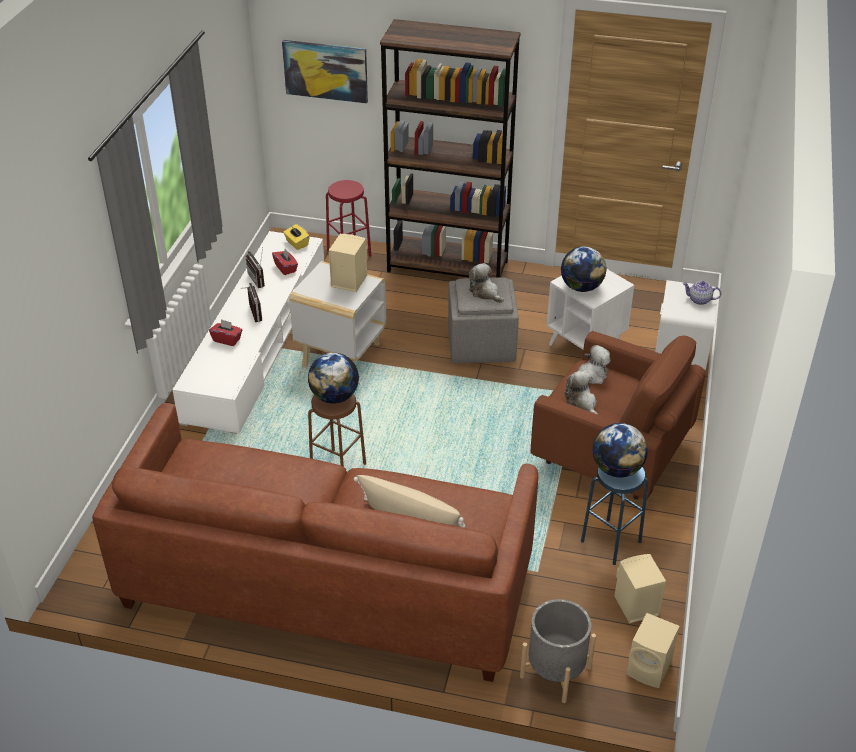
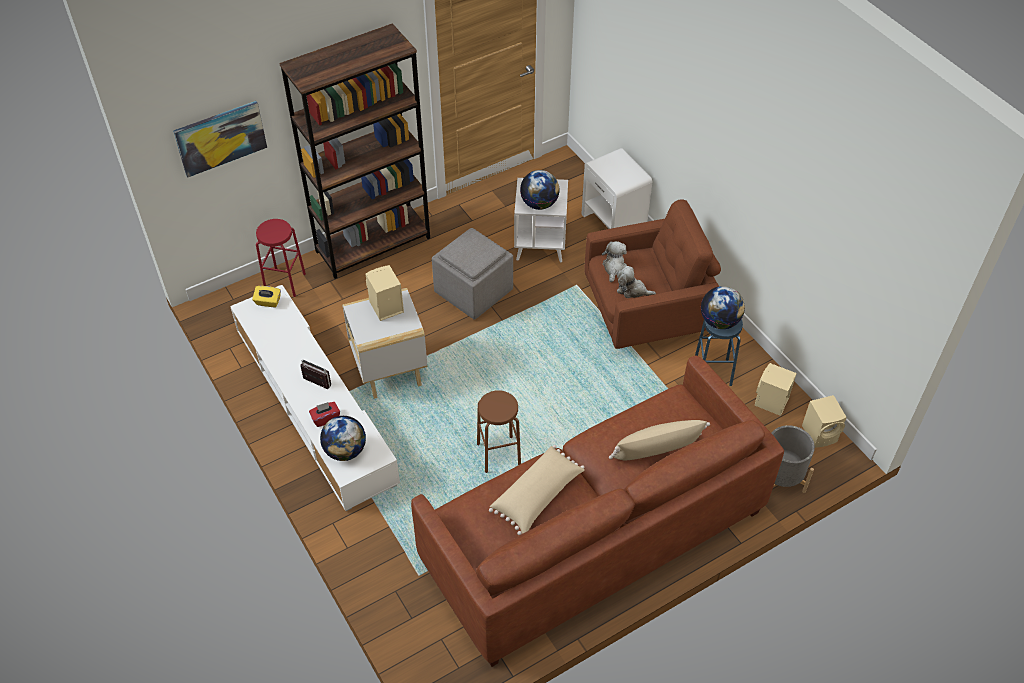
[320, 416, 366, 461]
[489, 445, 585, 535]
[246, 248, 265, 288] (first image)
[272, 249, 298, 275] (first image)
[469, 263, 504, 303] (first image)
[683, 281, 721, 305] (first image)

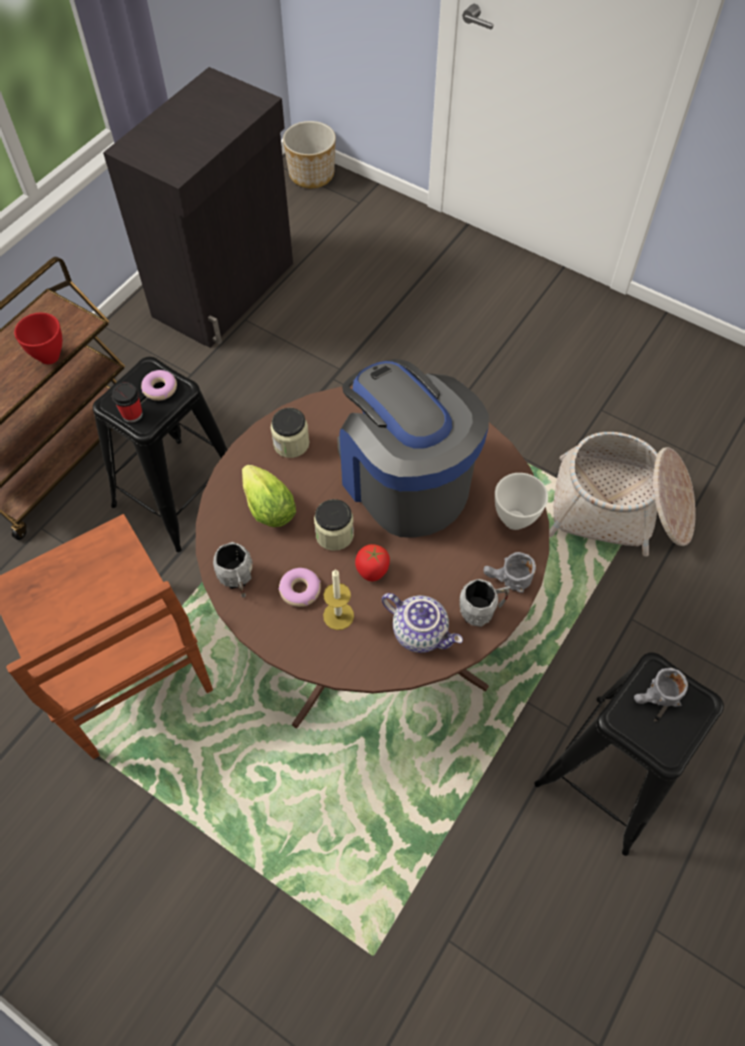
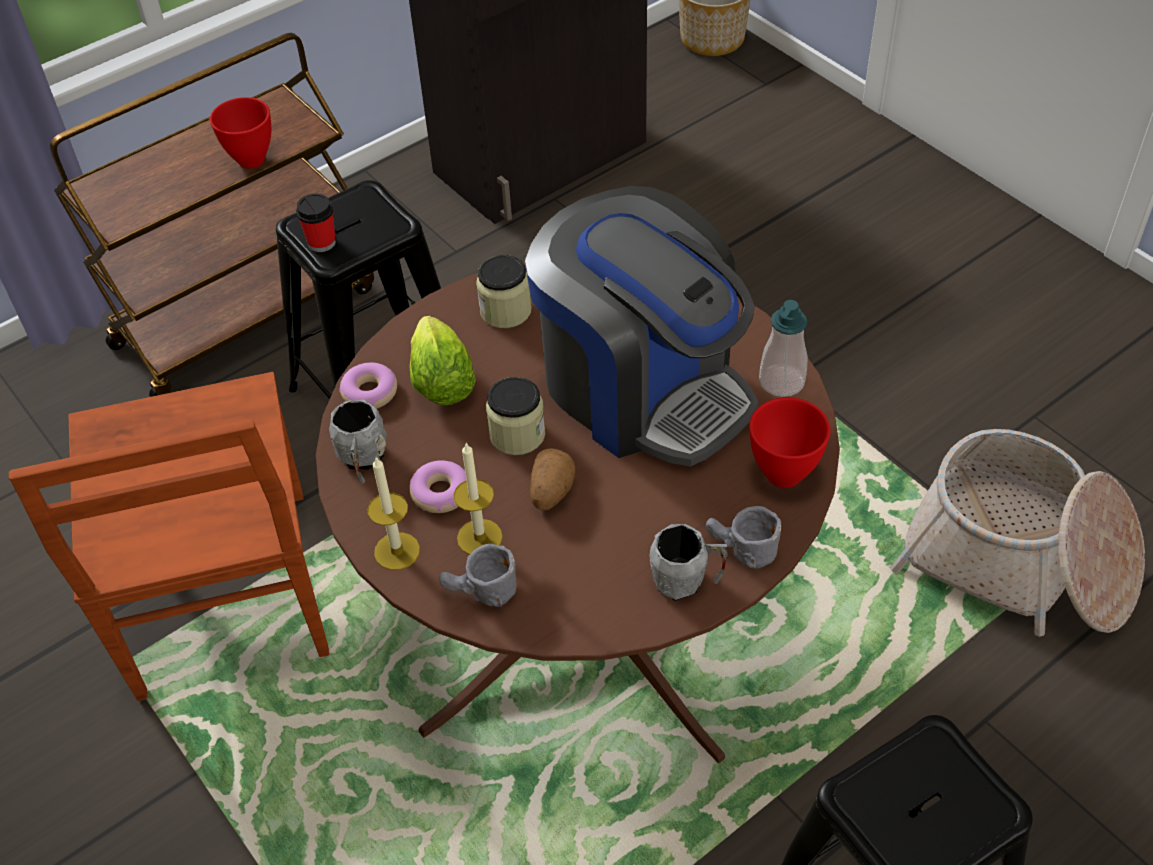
[339, 362, 397, 409]
[367, 457, 420, 570]
[439, 544, 517, 607]
[525, 186, 758, 467]
[530, 448, 575, 511]
[749, 397, 831, 488]
[759, 300, 808, 397]
[381, 593, 463, 653] (first image)

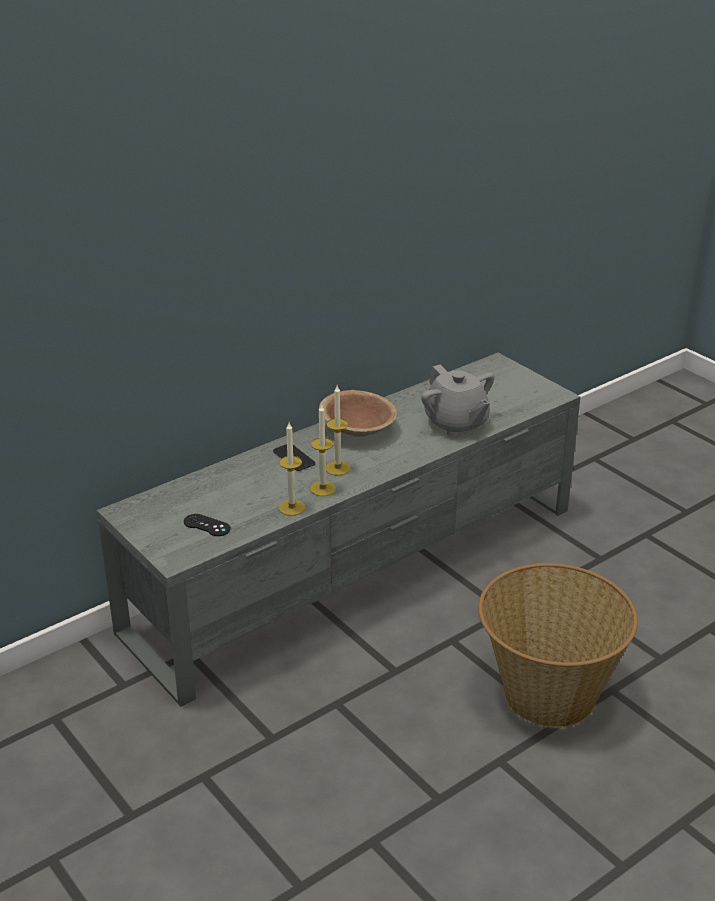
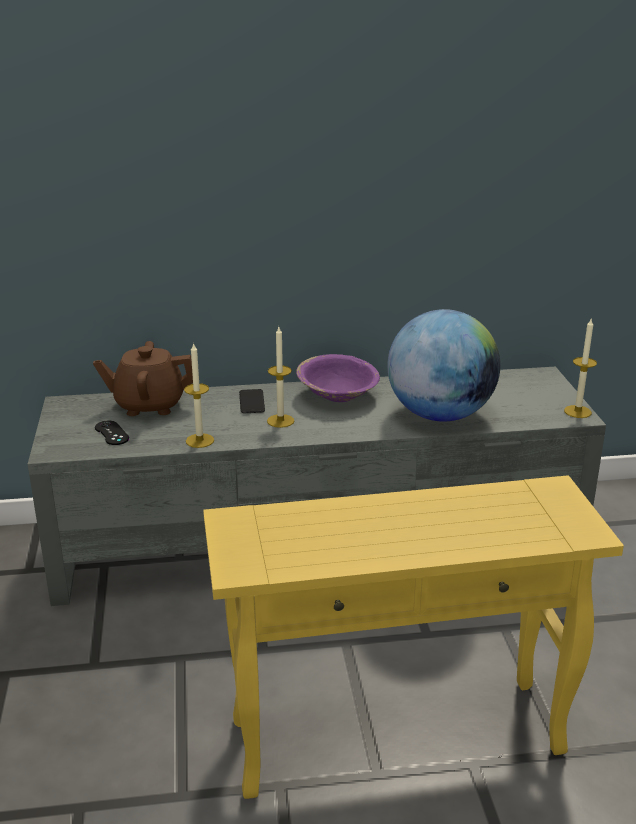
[93, 341, 193, 416]
[203, 475, 624, 799]
[296, 354, 380, 402]
[387, 309, 500, 422]
[564, 319, 597, 418]

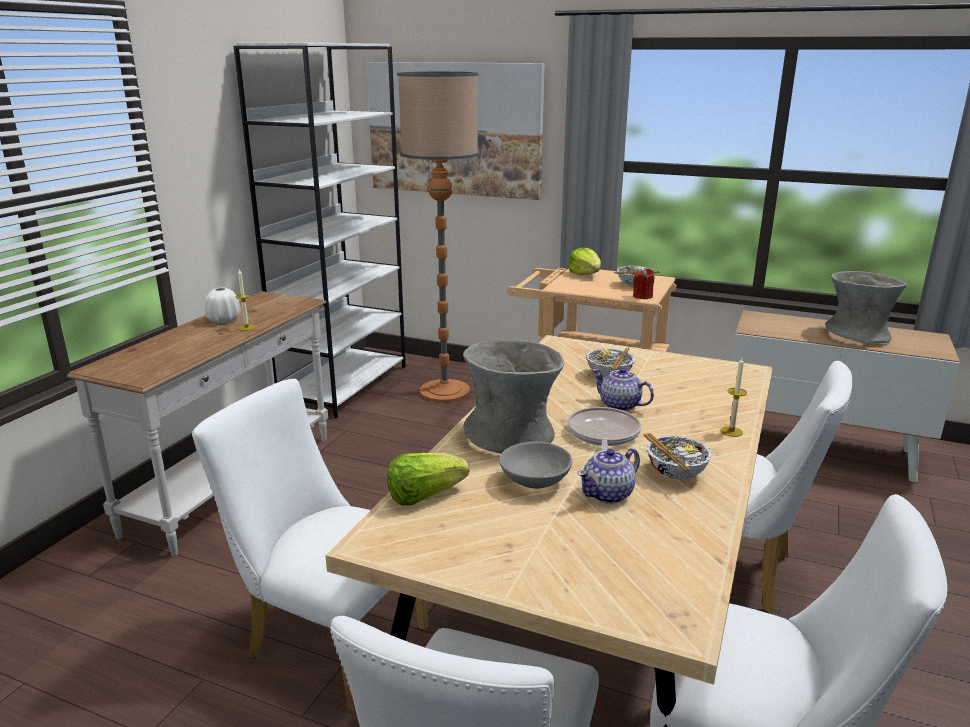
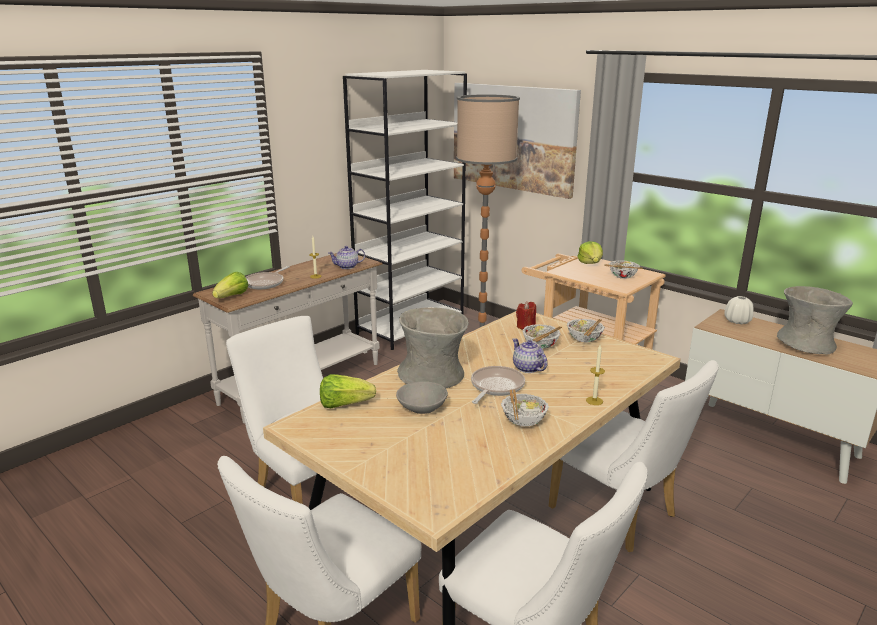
[212, 272, 248, 298]
[246, 266, 290, 289]
[328, 246, 365, 269]
[516, 302, 536, 330]
[567, 319, 605, 343]
[724, 296, 753, 324]

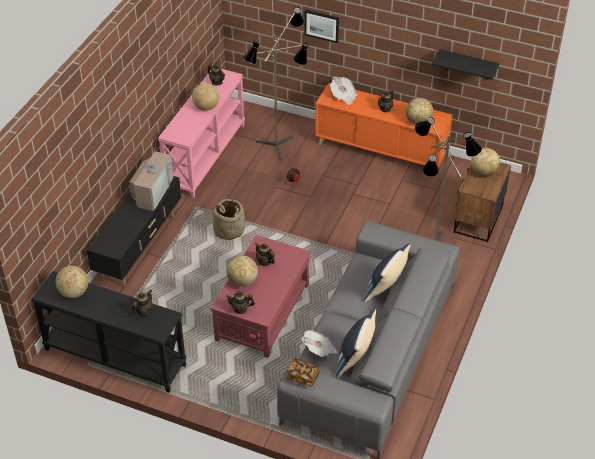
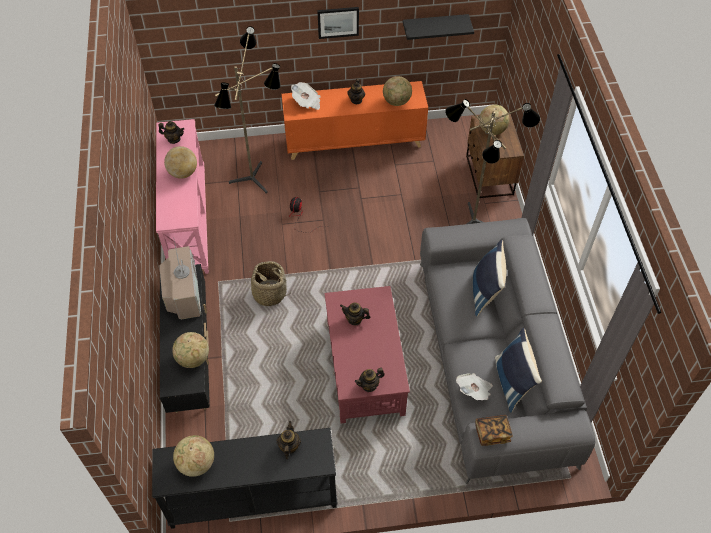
[172, 332, 209, 368]
[317, 7, 359, 39]

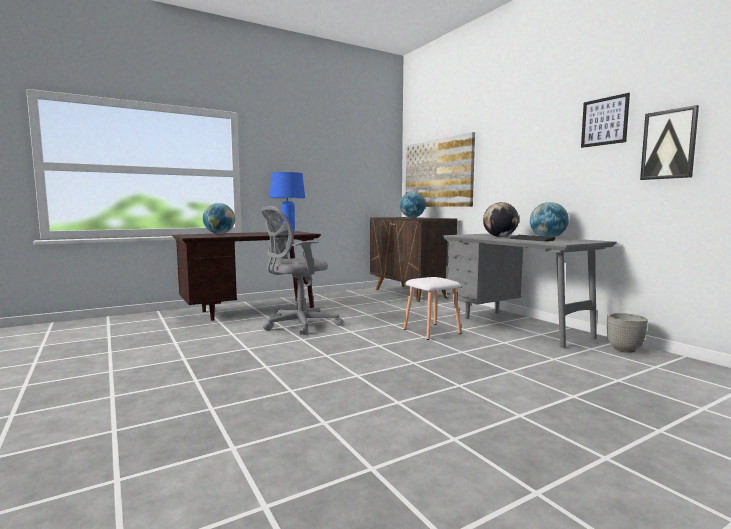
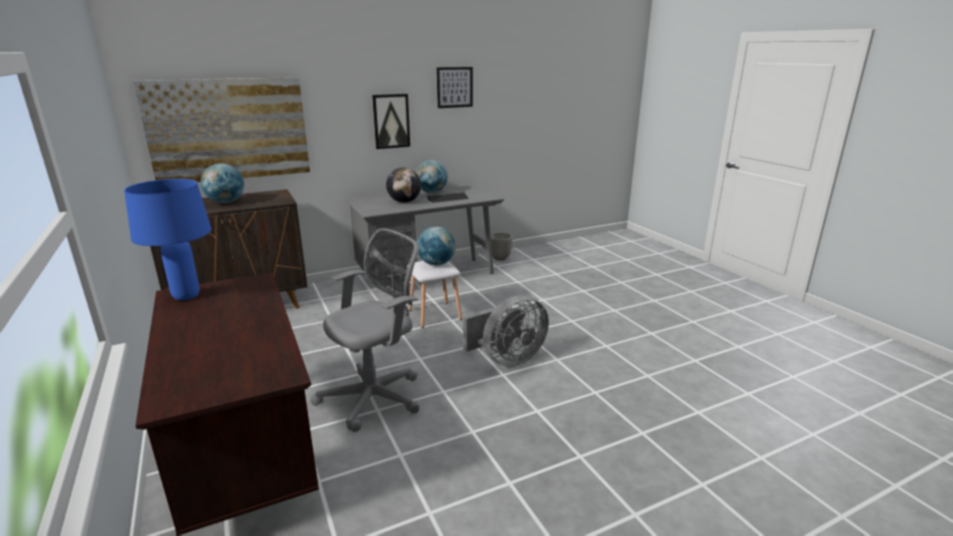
[310, 228, 419, 432]
[372, 94, 410, 149]
[417, 227, 456, 265]
[463, 295, 549, 366]

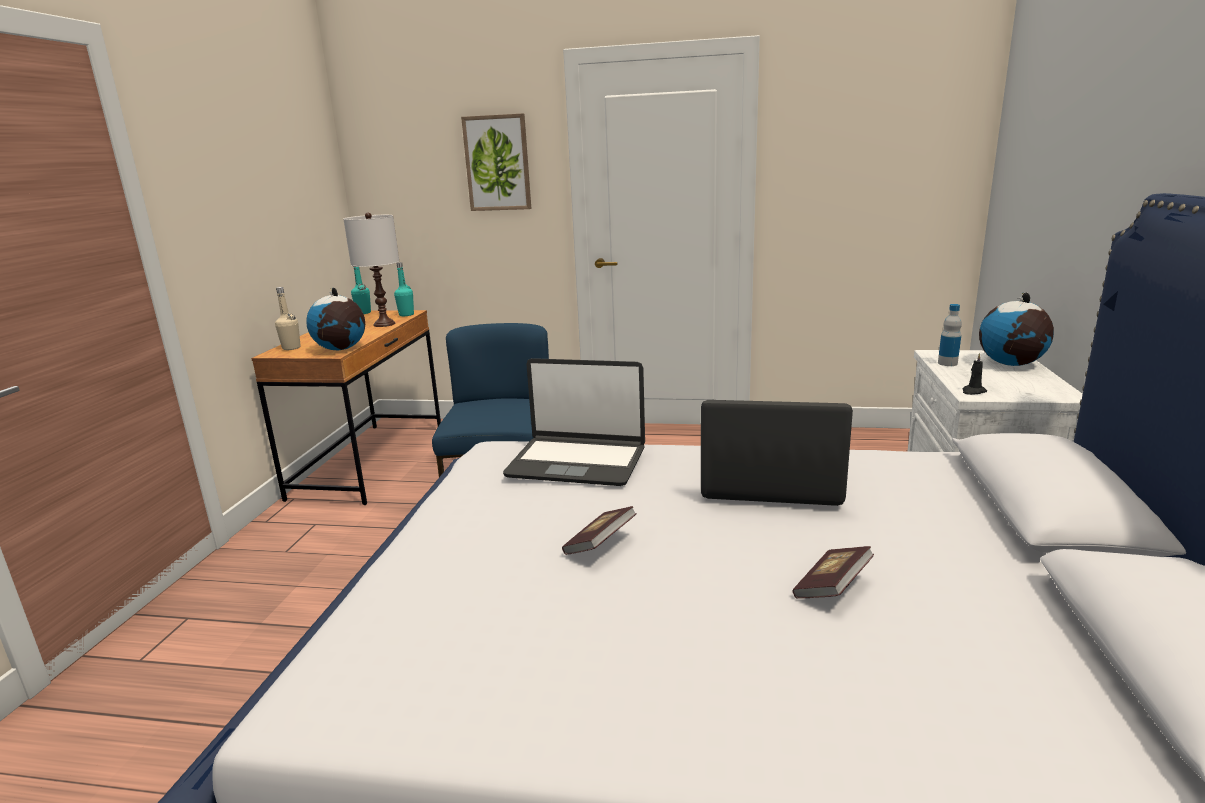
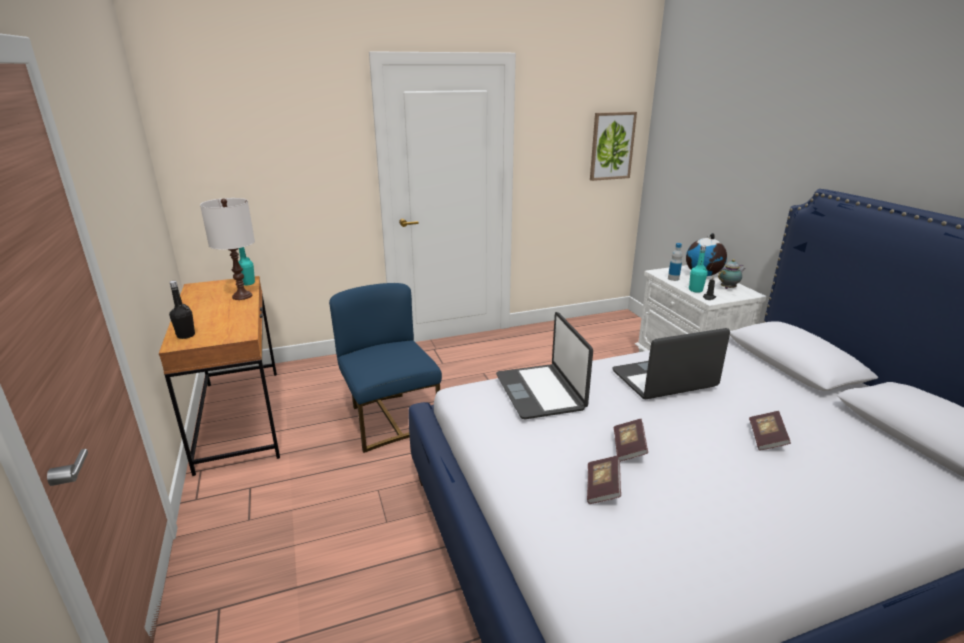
[169, 281, 195, 339]
[496, 312, 593, 419]
[587, 456, 621, 504]
[590, 112, 637, 181]
[689, 245, 708, 293]
[718, 259, 746, 289]
[307, 288, 365, 350] (first image)

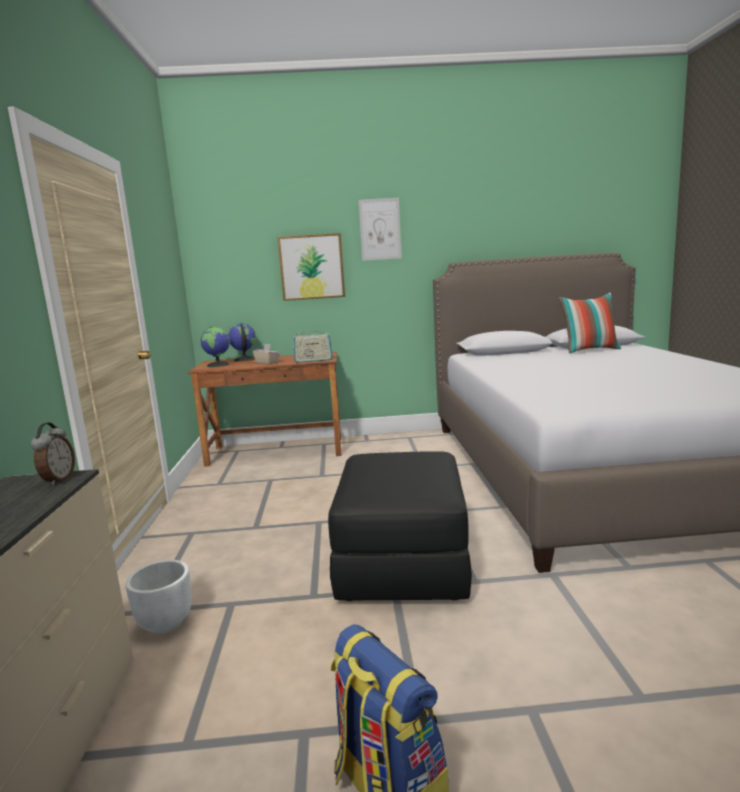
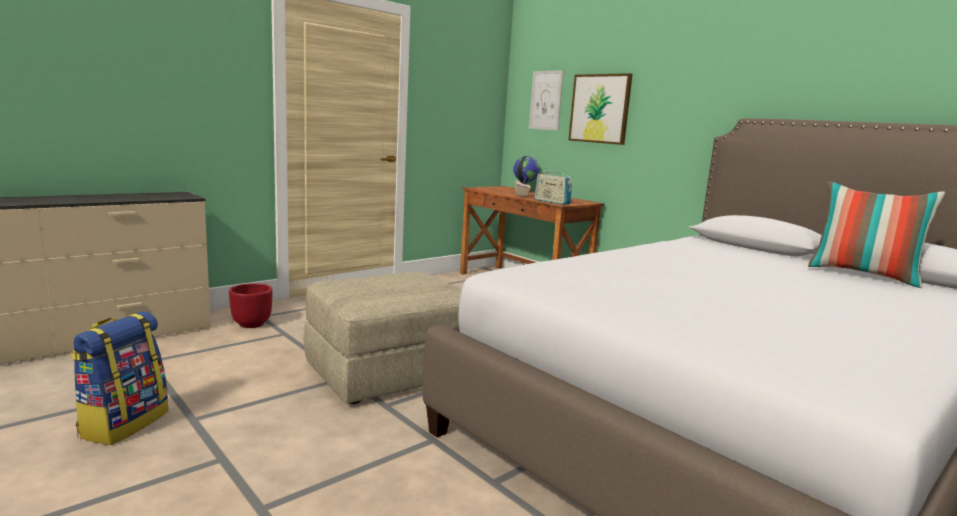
[229, 283, 272, 328]
[303, 272, 462, 404]
[529, 70, 564, 130]
[31, 422, 75, 485] (first image)
[201, 327, 230, 367] (first image)

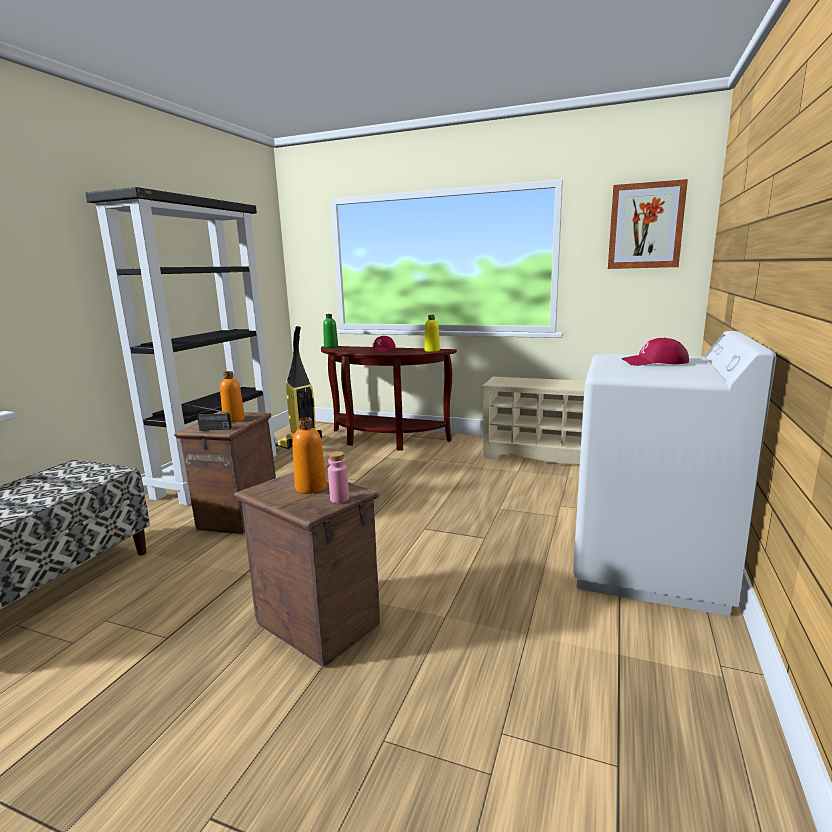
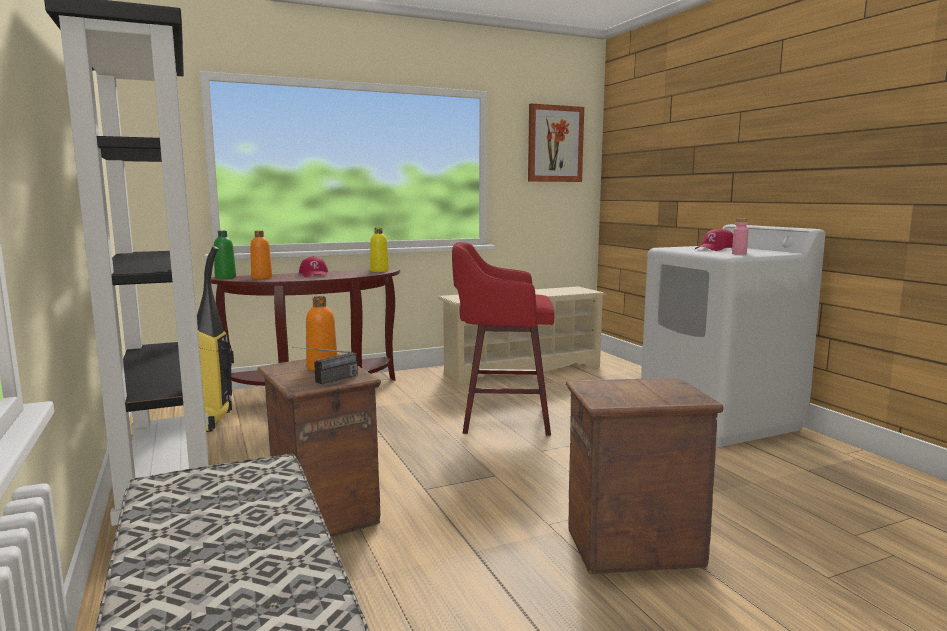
[250, 231, 272, 279]
[452, 242, 555, 436]
[732, 218, 749, 255]

